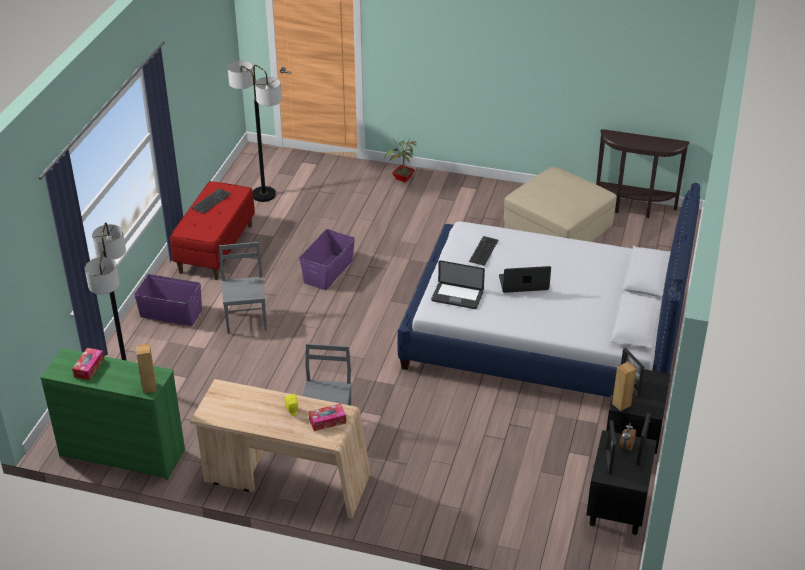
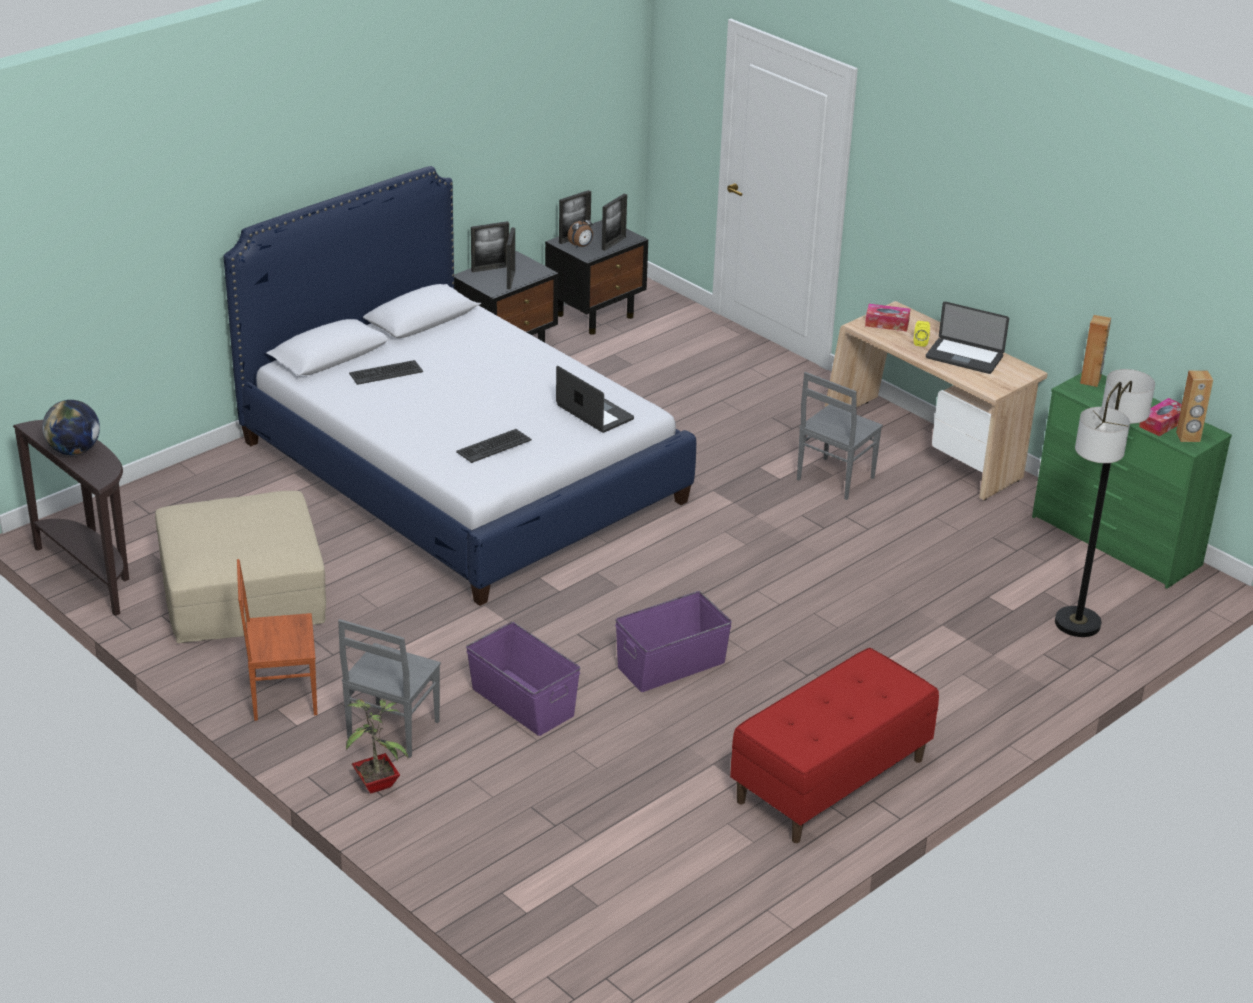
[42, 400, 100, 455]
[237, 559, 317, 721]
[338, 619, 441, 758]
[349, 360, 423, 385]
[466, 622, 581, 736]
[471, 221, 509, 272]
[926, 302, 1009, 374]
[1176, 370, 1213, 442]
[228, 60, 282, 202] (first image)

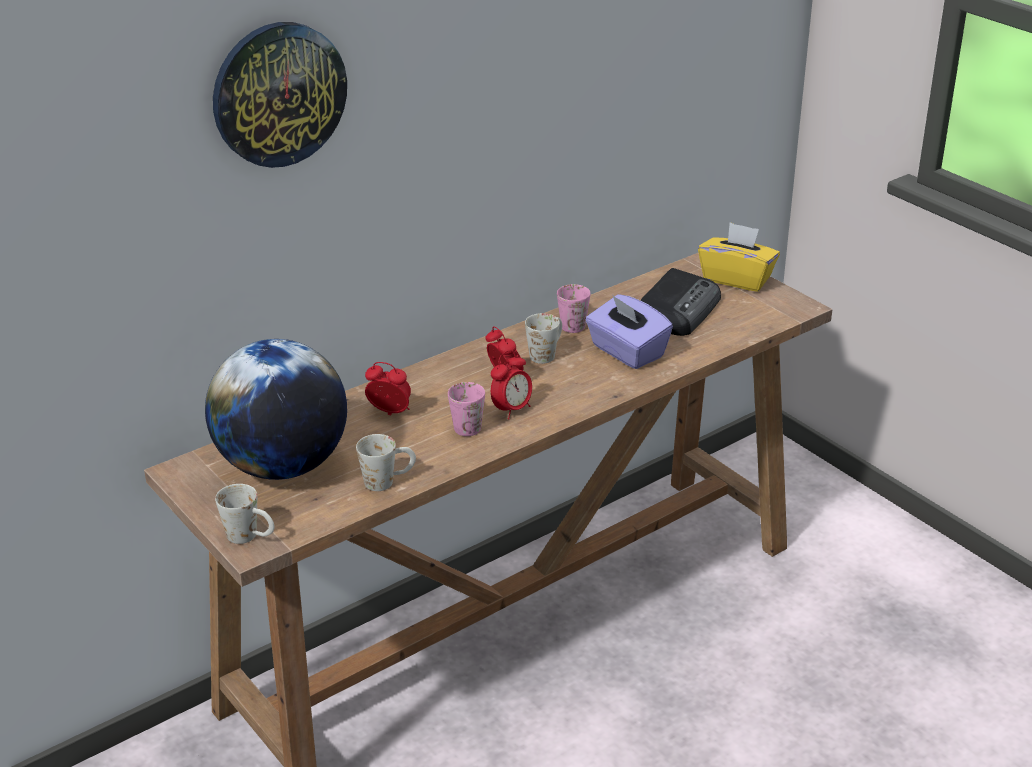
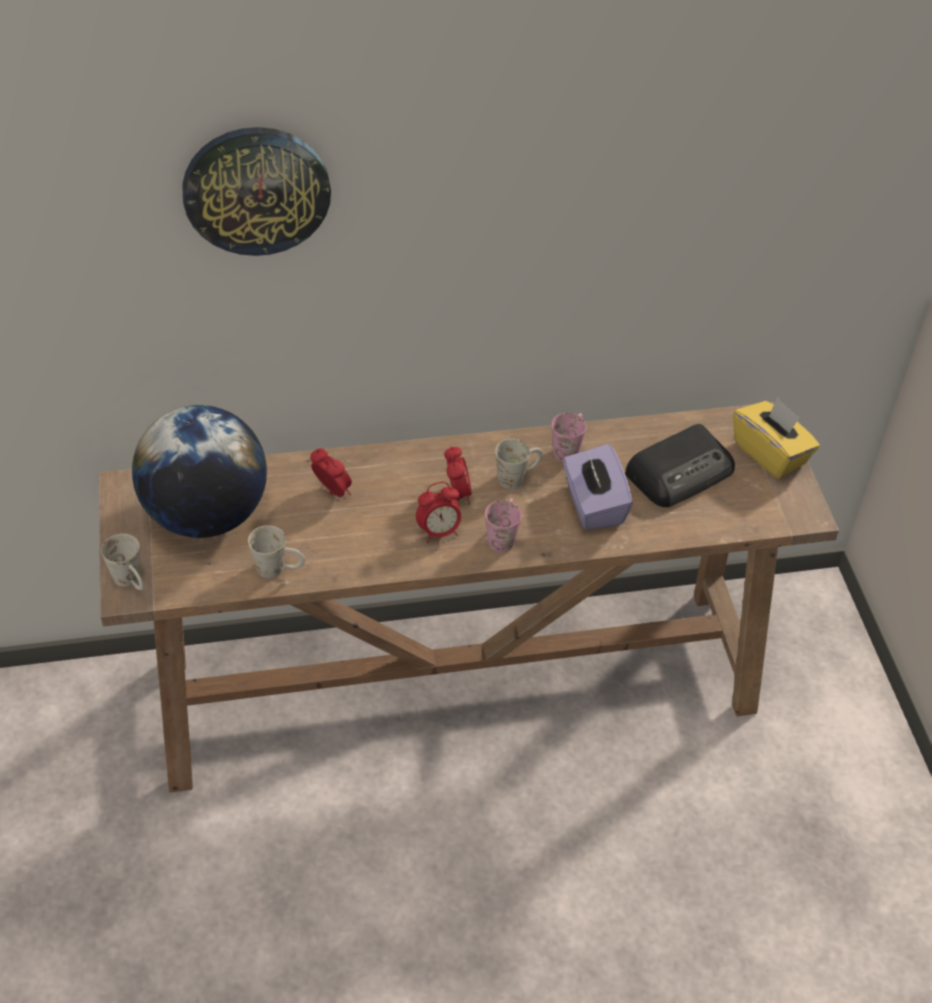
[485, 498, 522, 552]

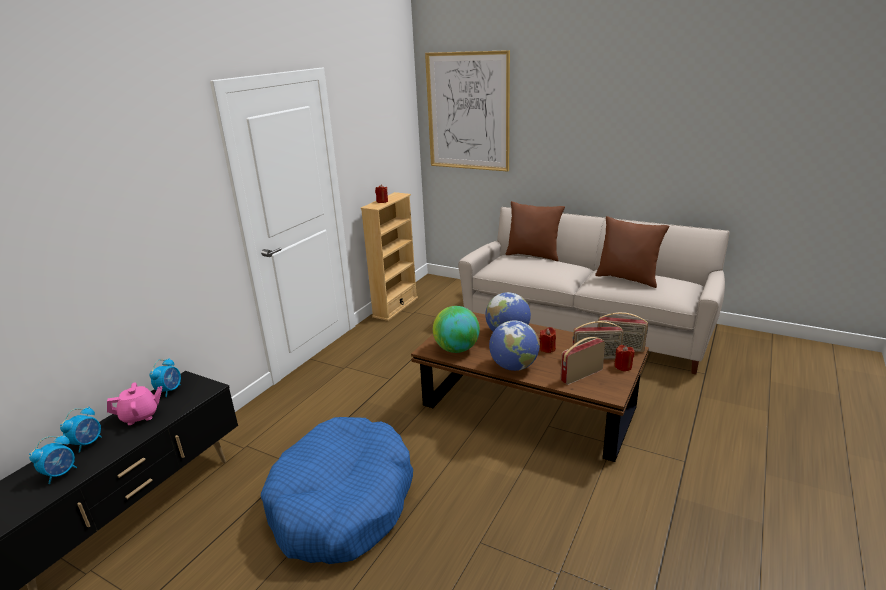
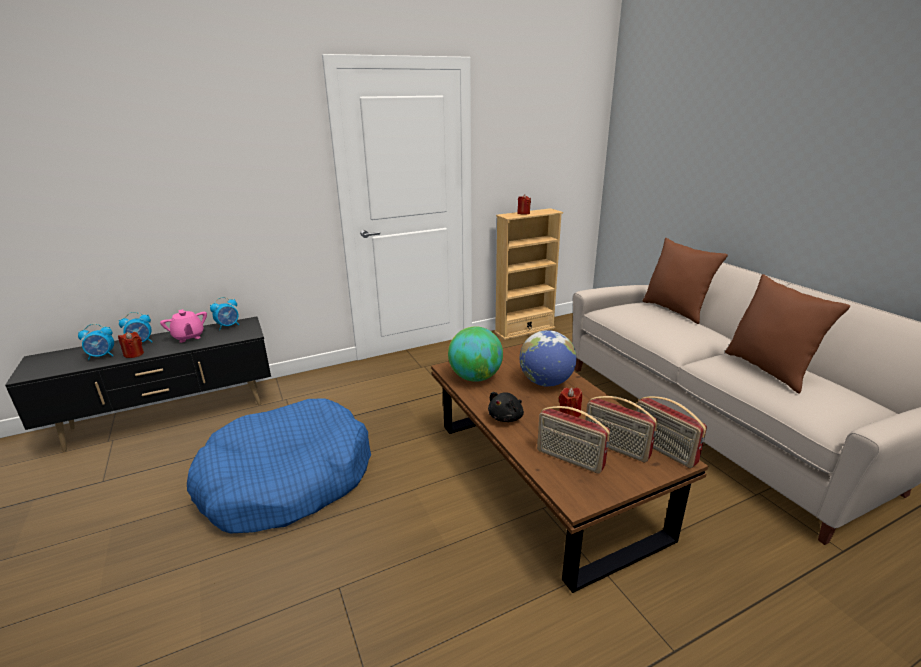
[118, 332, 144, 358]
[160, 309, 207, 343]
[488, 392, 524, 422]
[537, 406, 610, 474]
[425, 50, 510, 172] (first image)

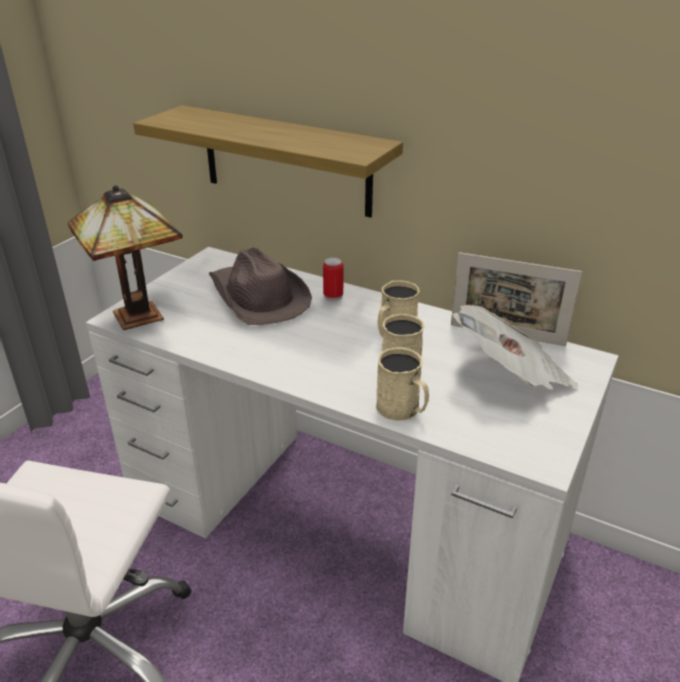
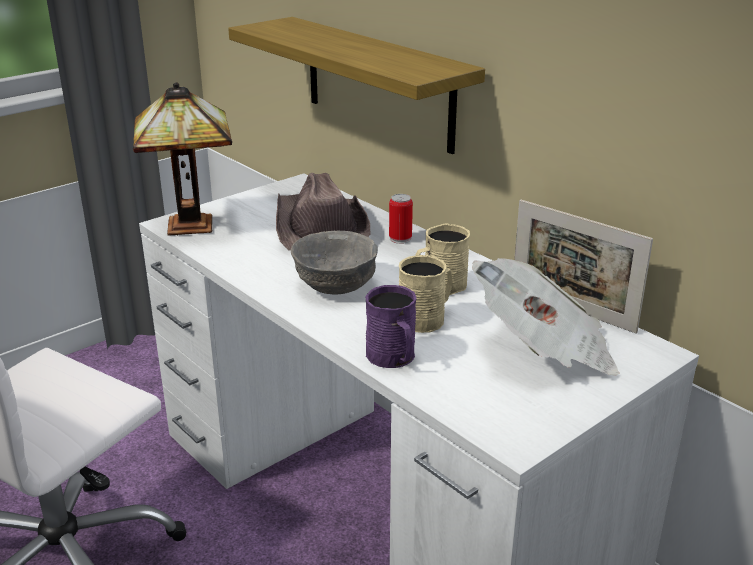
[291, 230, 378, 295]
[365, 285, 417, 368]

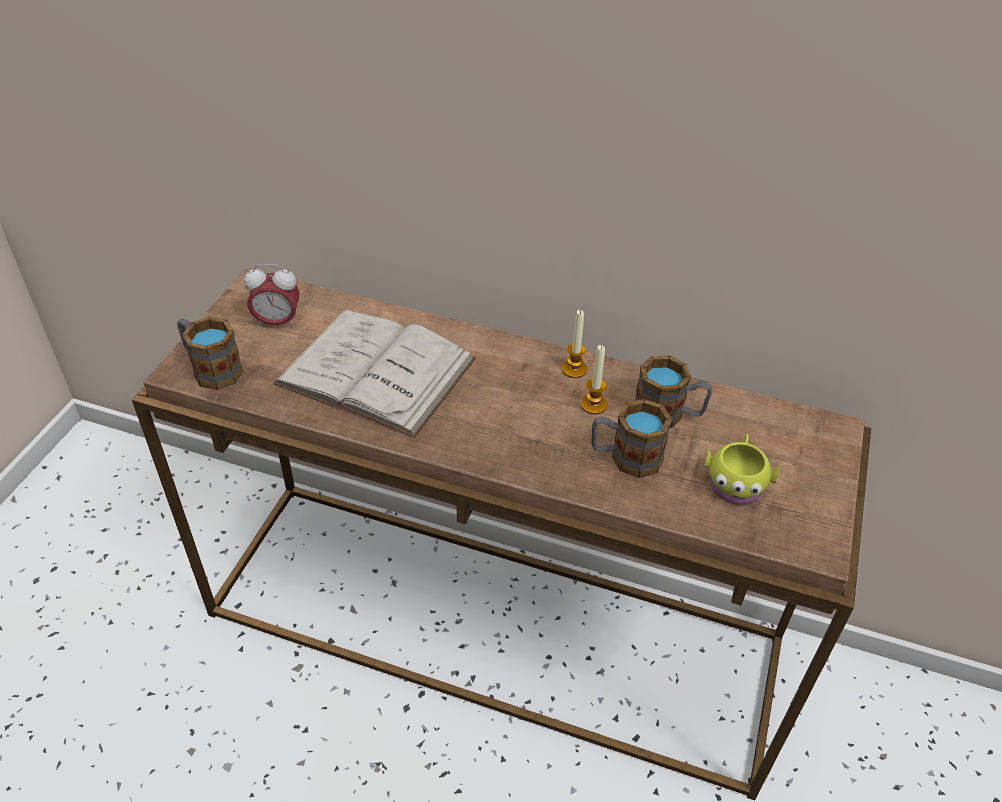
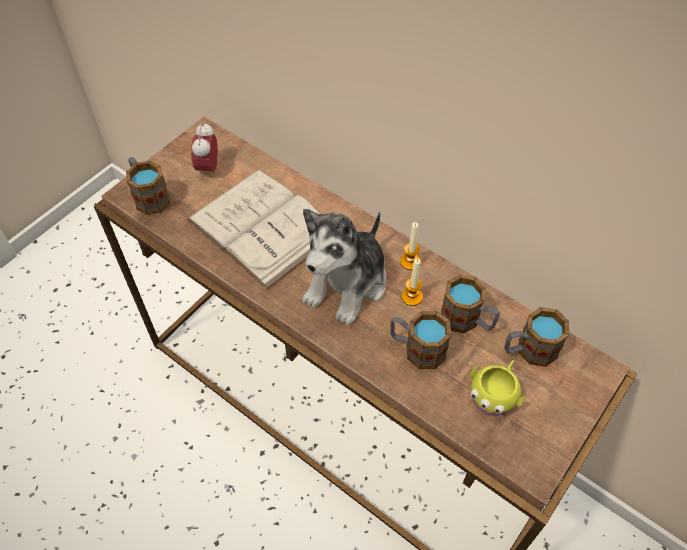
[191, 122, 218, 178]
[302, 209, 387, 325]
[504, 307, 569, 367]

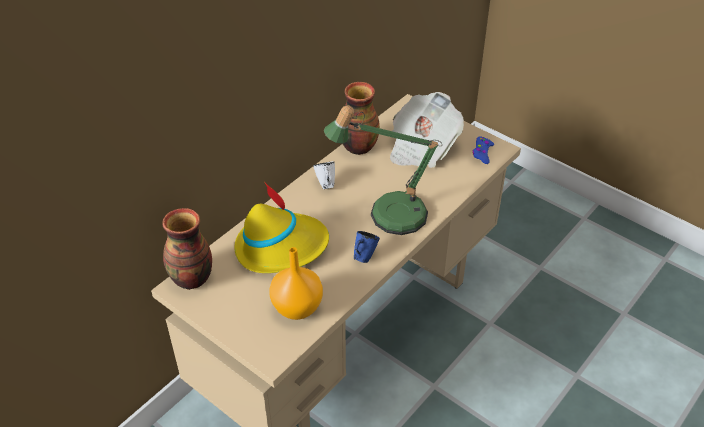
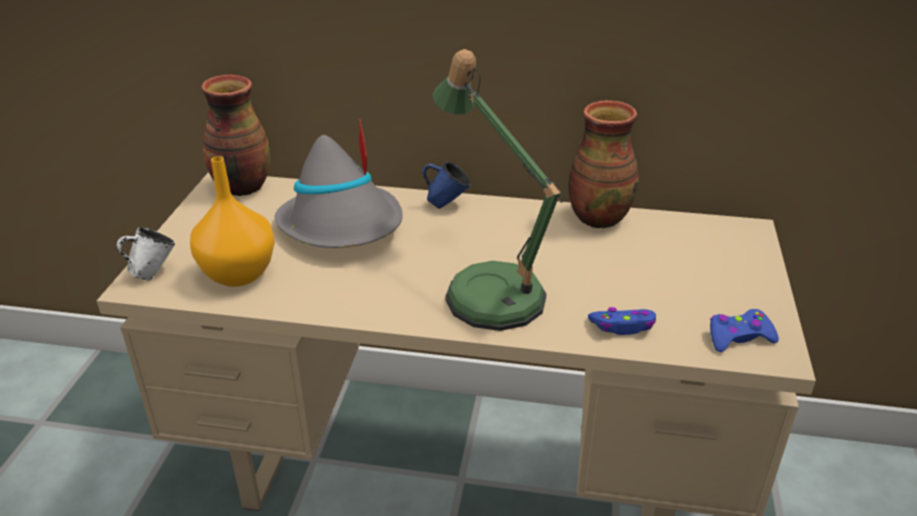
[117, 228, 175, 281]
[275, 119, 403, 248]
[422, 162, 471, 209]
[588, 307, 656, 335]
[390, 92, 464, 168] (first image)

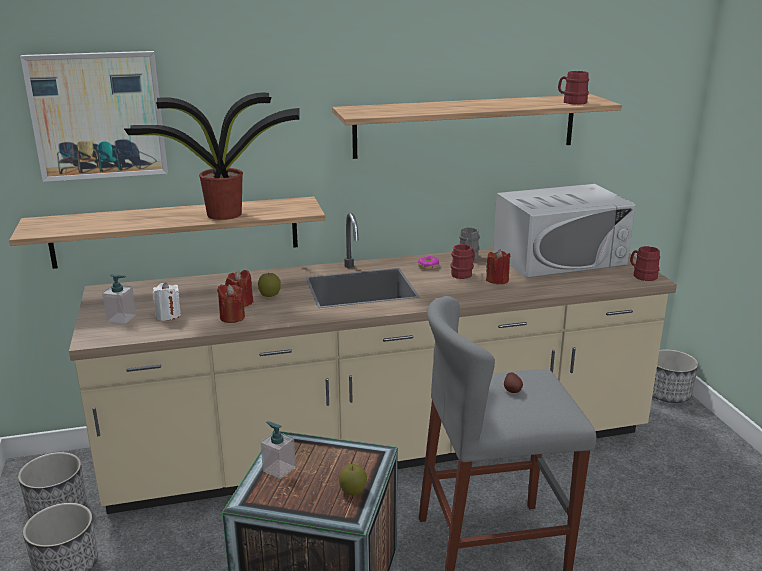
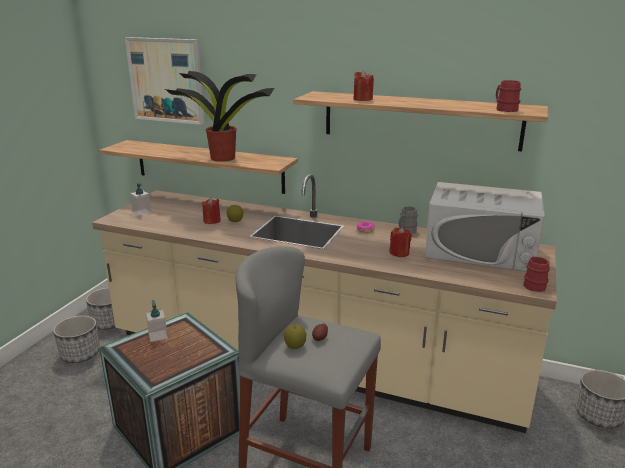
[284, 324, 307, 349]
[354, 70, 374, 101]
[153, 282, 181, 321] (first image)
[450, 244, 475, 279] (first image)

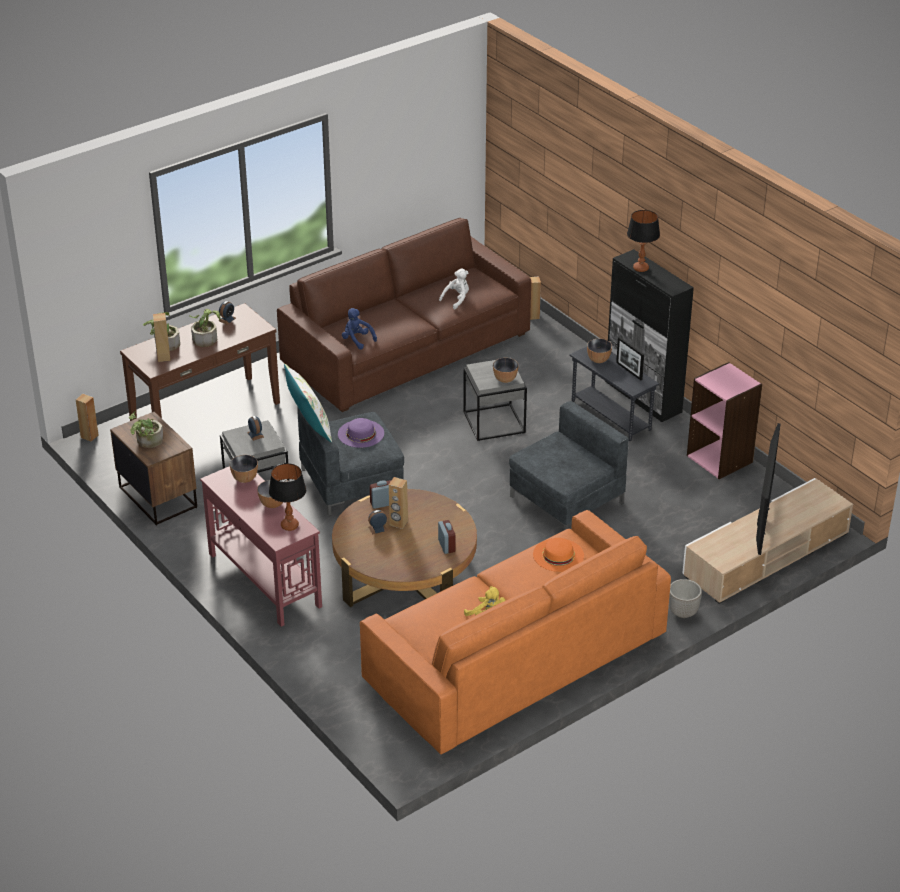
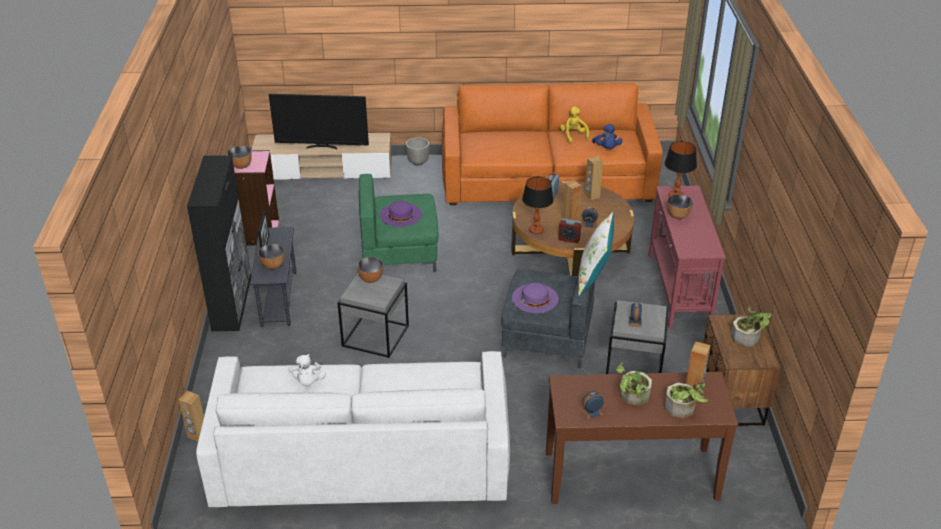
[196, 351, 510, 507]
[227, 146, 252, 169]
[269, 94, 369, 149]
[288, 354, 326, 386]
[359, 174, 438, 272]
[380, 201, 422, 227]
[522, 177, 554, 234]
[584, 156, 603, 201]
[592, 124, 622, 149]
[533, 538, 584, 572] (first image)

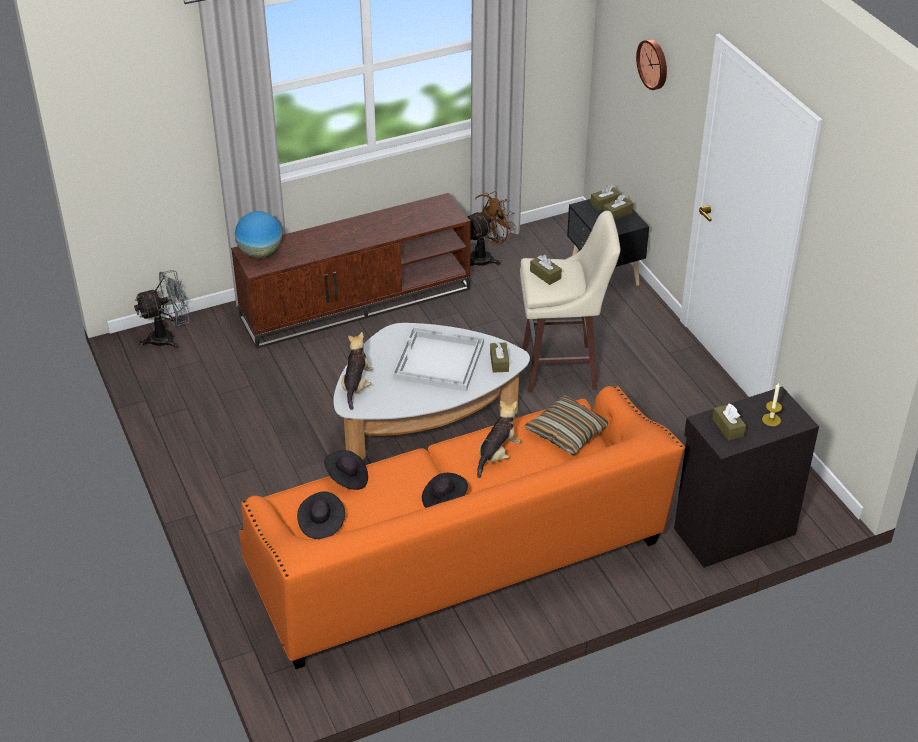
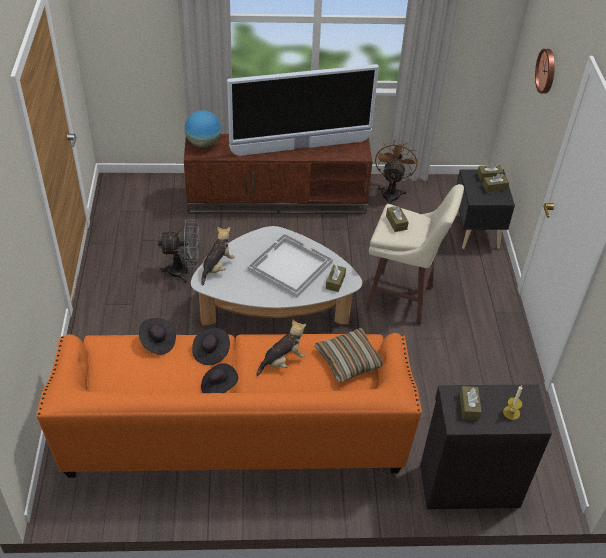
[158, 219, 200, 283]
[192, 328, 230, 365]
[227, 64, 379, 156]
[375, 140, 418, 204]

